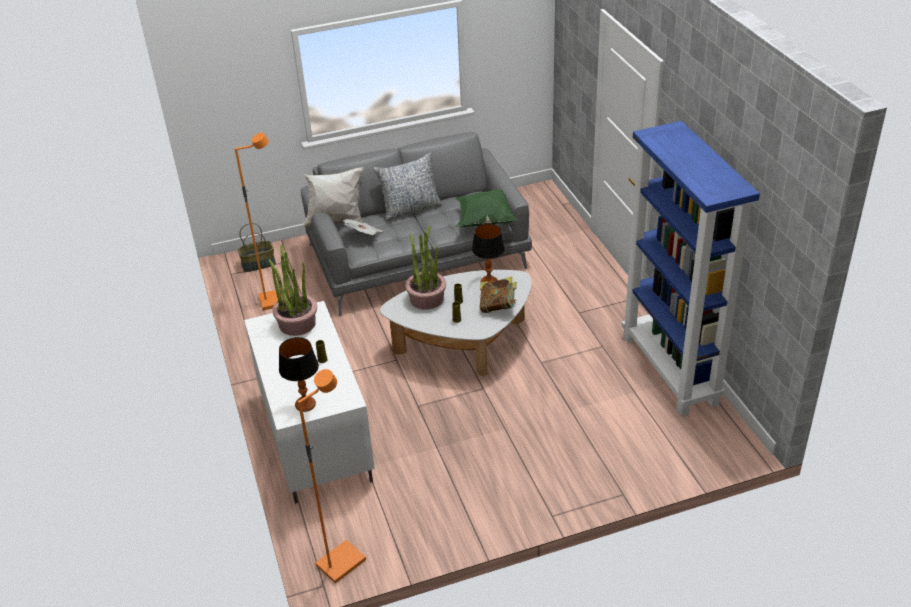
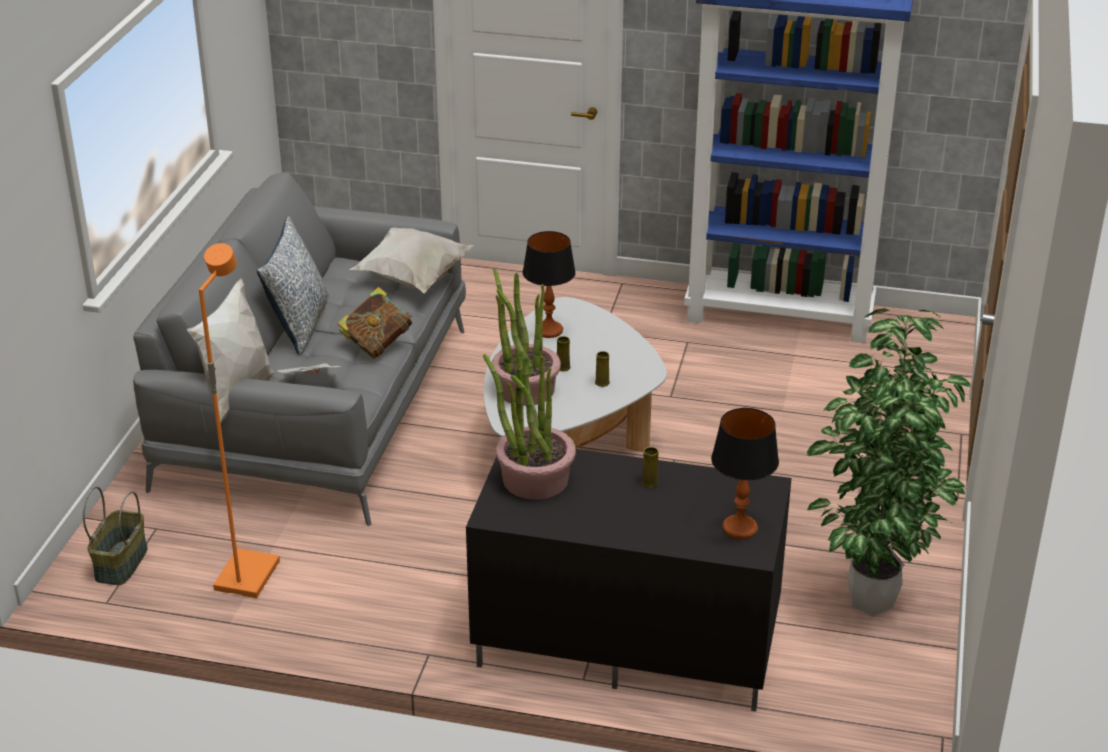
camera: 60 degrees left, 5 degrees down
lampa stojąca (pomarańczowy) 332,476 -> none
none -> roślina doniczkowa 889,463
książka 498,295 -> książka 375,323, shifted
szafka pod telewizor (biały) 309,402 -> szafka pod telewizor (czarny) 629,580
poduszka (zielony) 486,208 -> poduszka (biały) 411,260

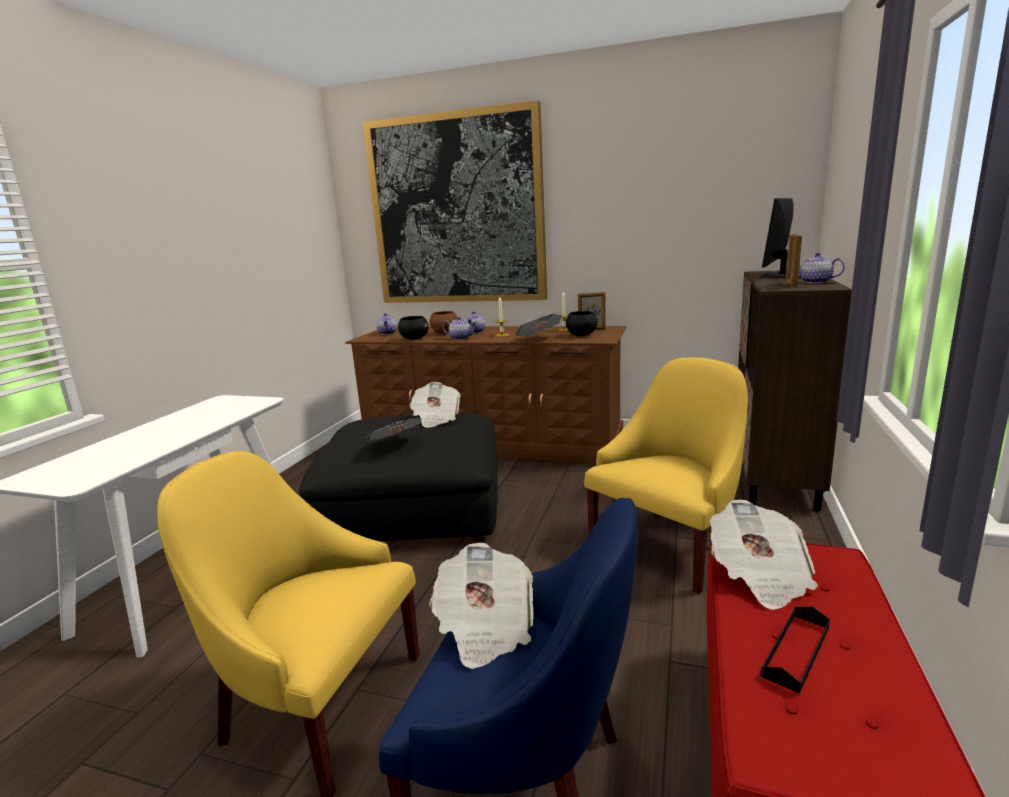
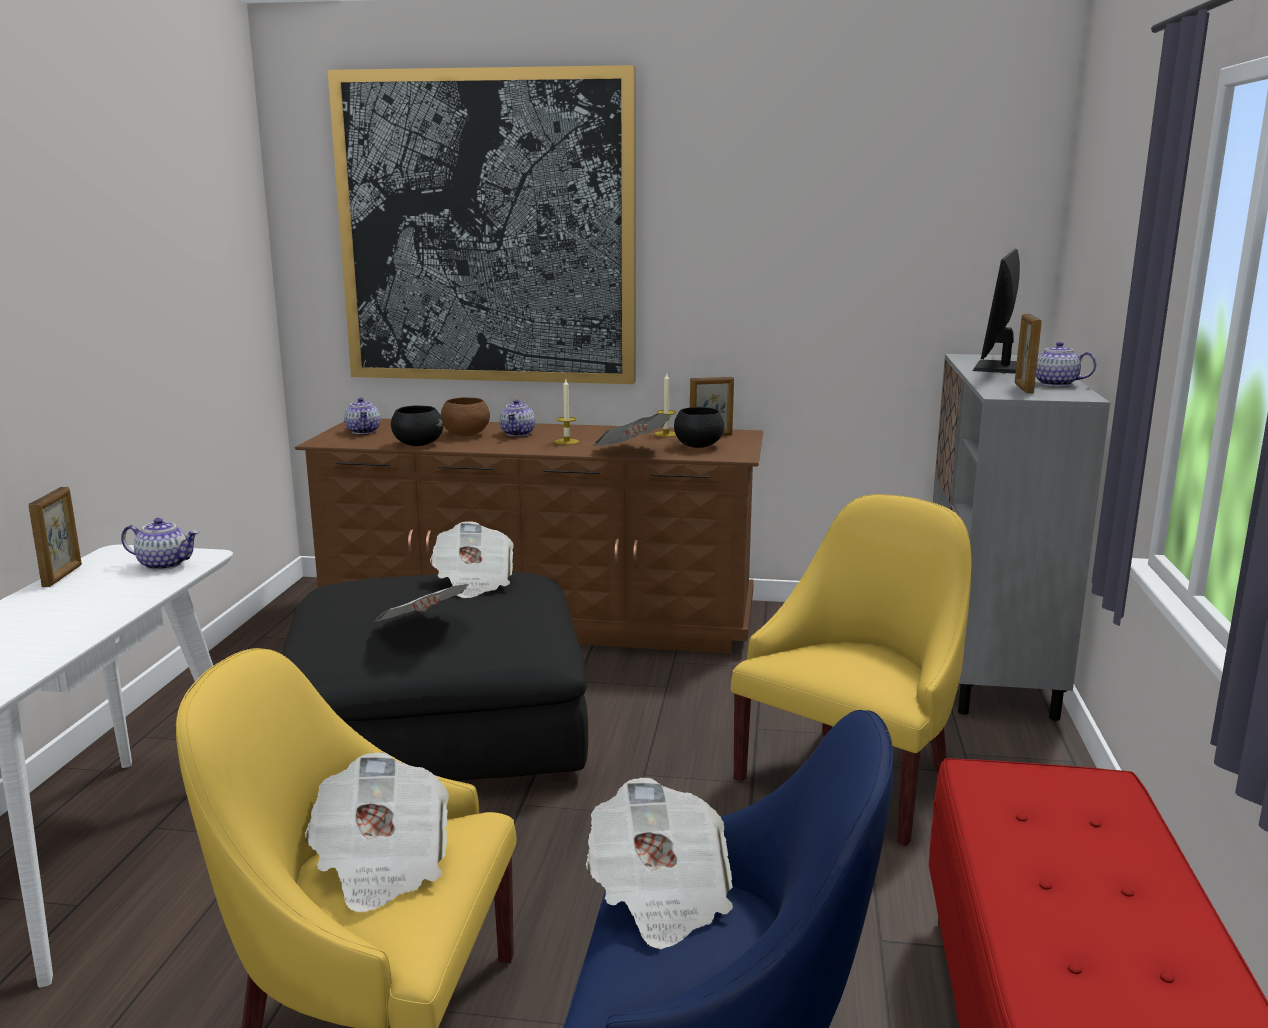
camera: 10 degrees left, 0 degrees up
taca (czarny) 795,650 -> none
none -> ramka na zdjęcie 55,537
imbryk 459,328 -> imbryk 160,544, shifted
gazeta 764,555 -> gazeta 377,832, shifted
szafka (brązowy) 795,390 -> szafka (szary) 1021,537

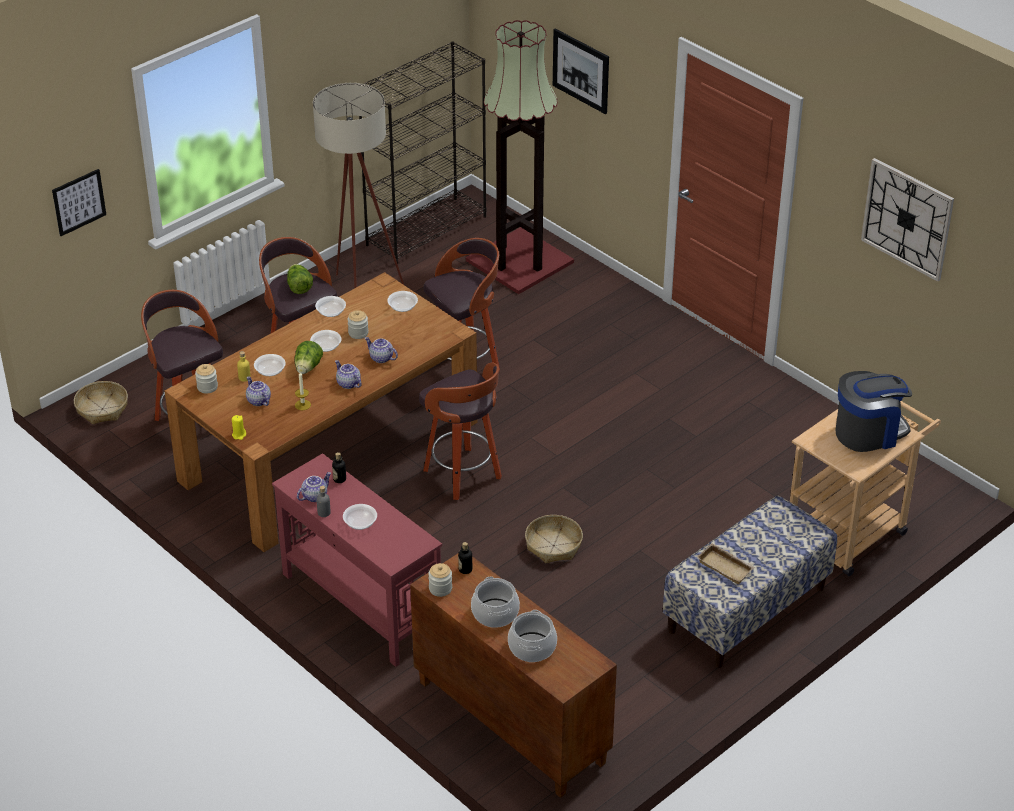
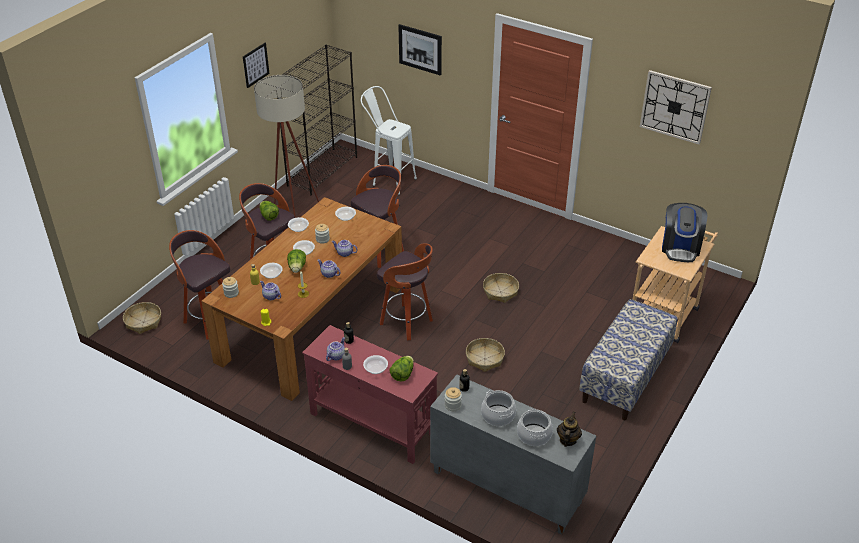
camera: 15 degrees left, 0 degrees up
taca (beżowy) 726,563 -> none
none -> sałata 401,368
none -> koszyk 501,288
none -> imbryk 569,429
obraz 79,202 -> obraz 256,65, shifted
lampa stojąca 520,157 -> stołek (biały) 389,140
szafka (brązowy) 513,676 -> szafka (szary) 513,455
ekspres do kawy 874,411 -> ekspres do kawy 684,232, 135 degrees clockwise

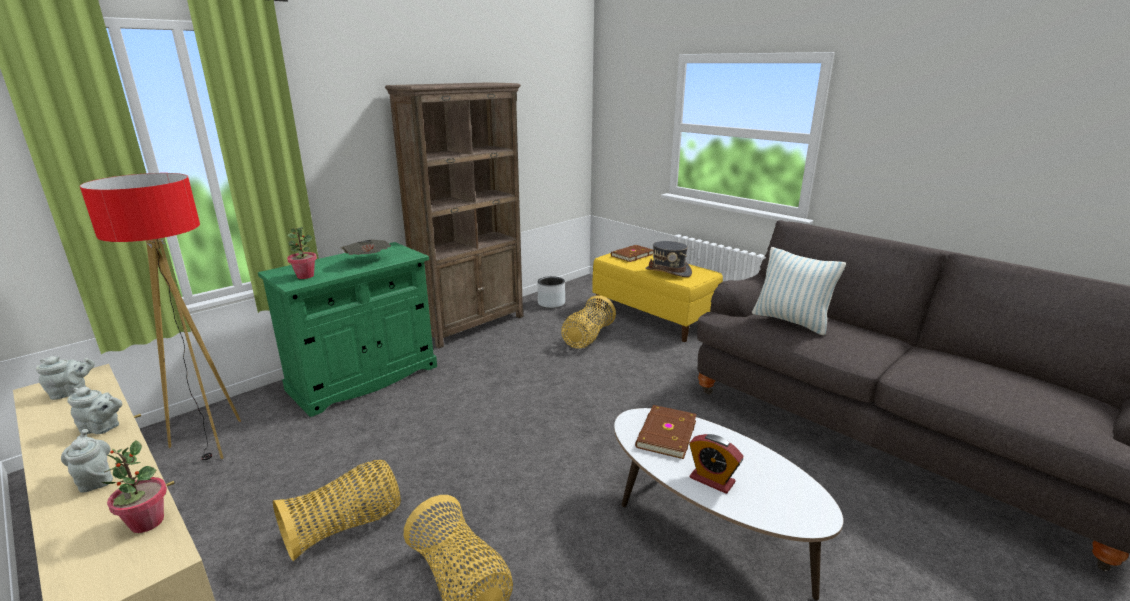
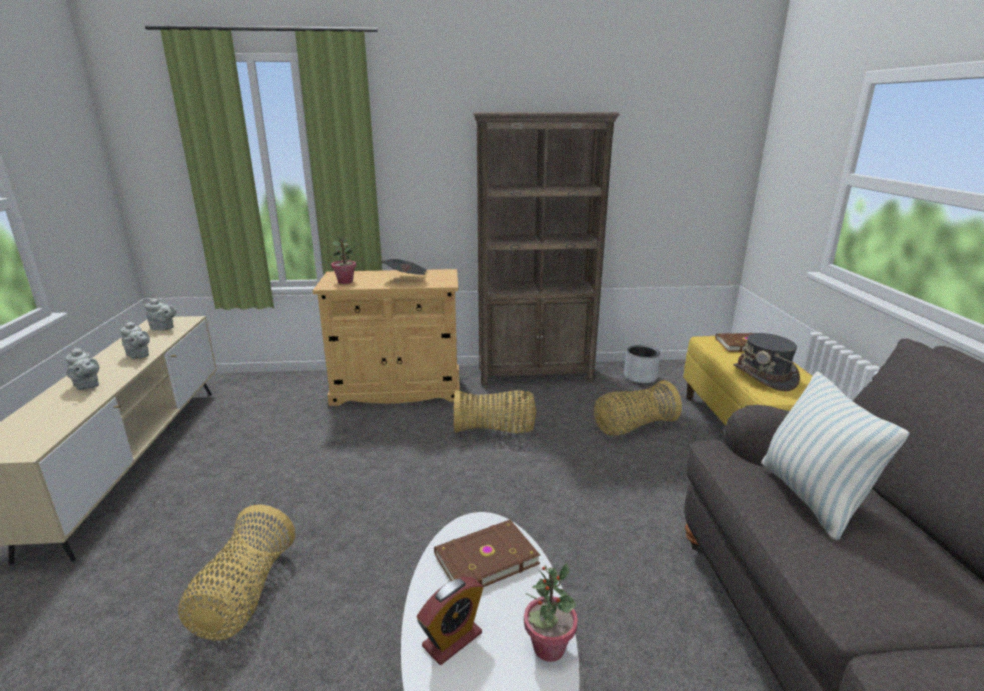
camera: 40 degrees right, 0 degrees up
lampa stojąca 160,316 -> none
roślina doniczkowa 134,486 -> roślina doniczkowa 551,613, shifted
koszyk 337,510 -> koszyk 495,411, shifted
szafka (zielony) 347,329 -> szafka (beżowy) 386,337
imbryk (szary) 87,461 -> imbryk (szary) 82,369, 135 degrees clockwise
budzik 716,464 -> budzik 450,621, 120 degrees counterclockwise

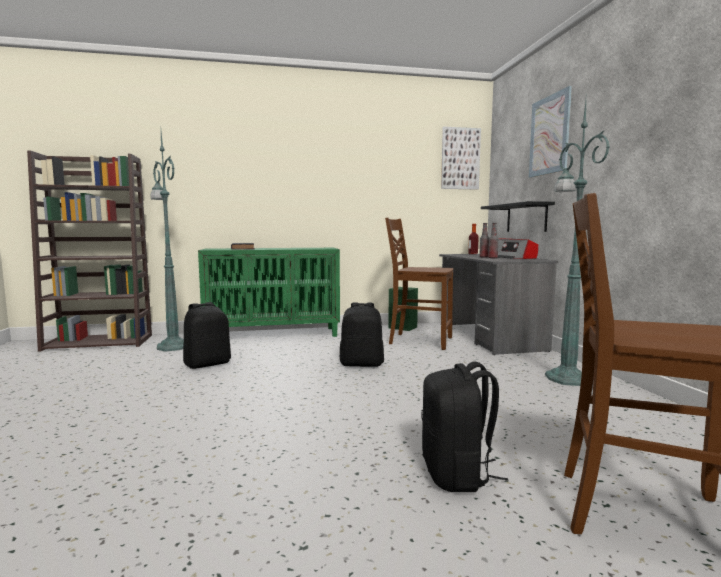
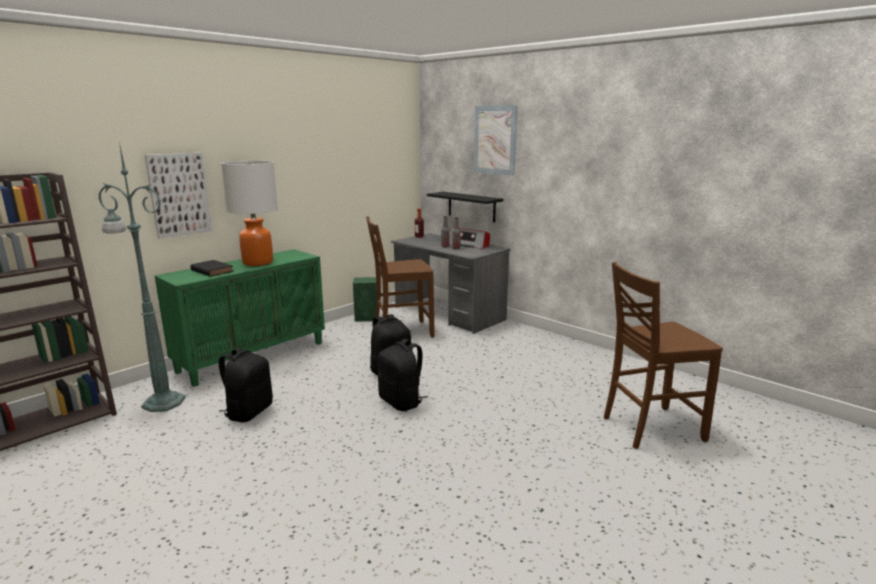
camera: 35 degrees left, 10 degrees up
lampa stojąca (zielony) 577,243 -> none
none -> lampa stołowa 249,213
plecak (czarny) 464,427 -> plecak (czarny) 403,375, shifted
obraz 461,158 -> obraz 178,196, shifted

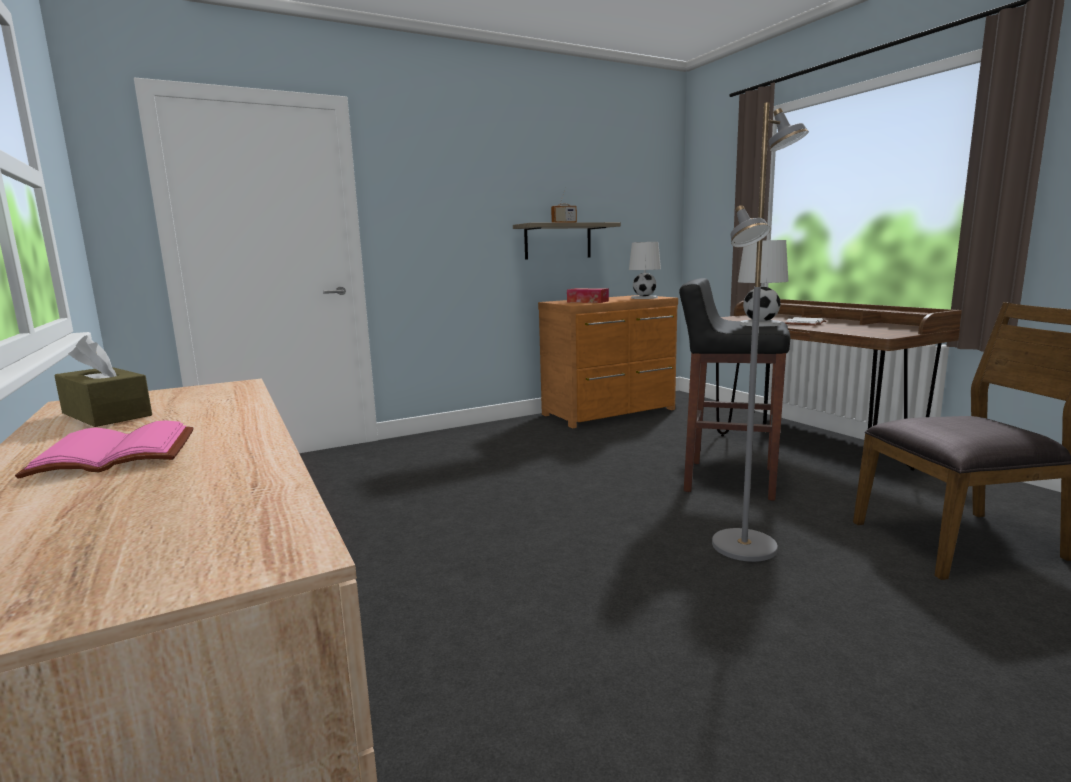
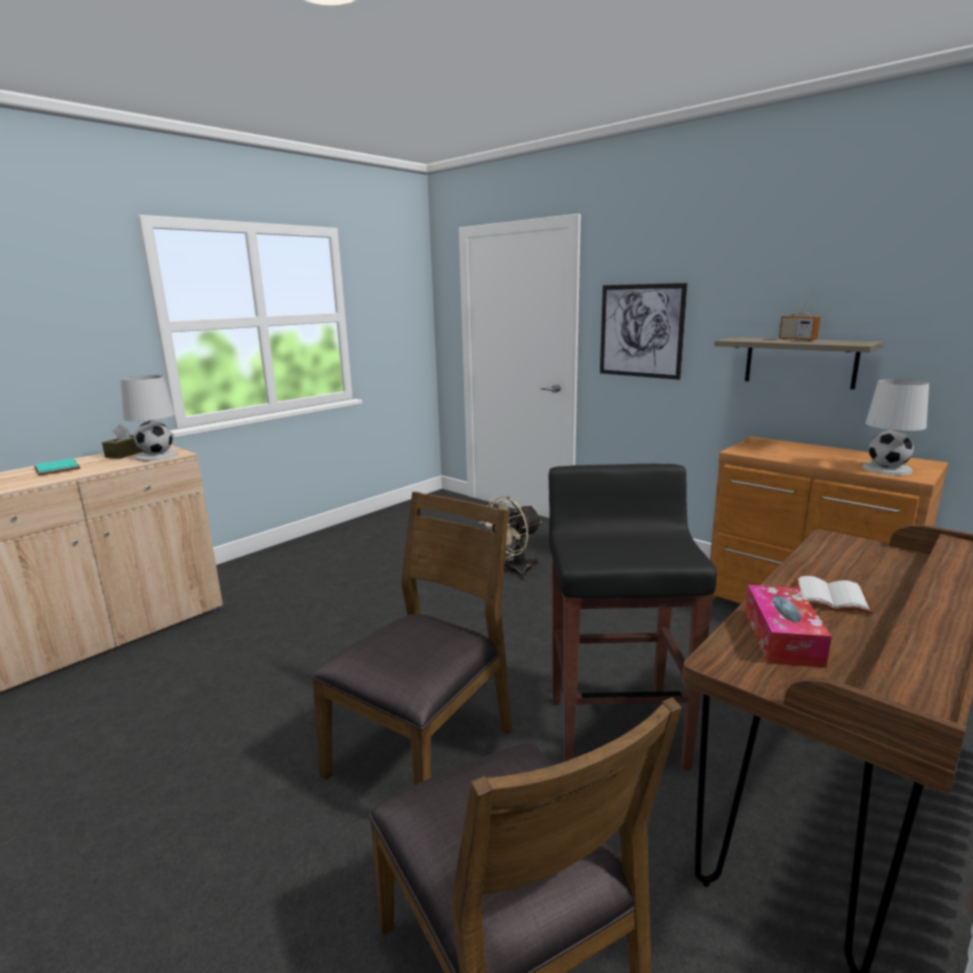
camera: 70 degrees right, 5 degrees up
none -> wentylator (beżowy) 511,537
none -> obraz 643,331
pudełko chusteczek 588,295 -> pudełko chusteczek 788,626, shifted
lampa stołowa (biały) 763,283 -> lampa stołowa (biały) 149,418, shifted
lampa stojąca (szary) 760,332 -> krzesło (brązowy) 411,638
książka (różowy) 104,449 -> książka (turkusowy) 57,467

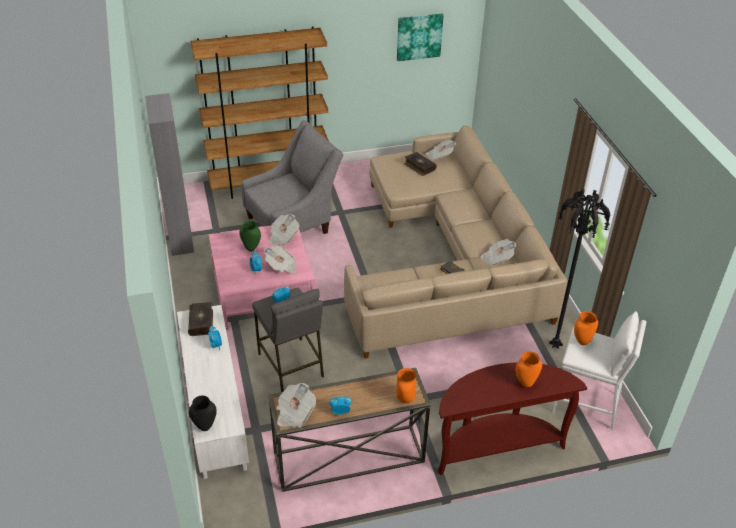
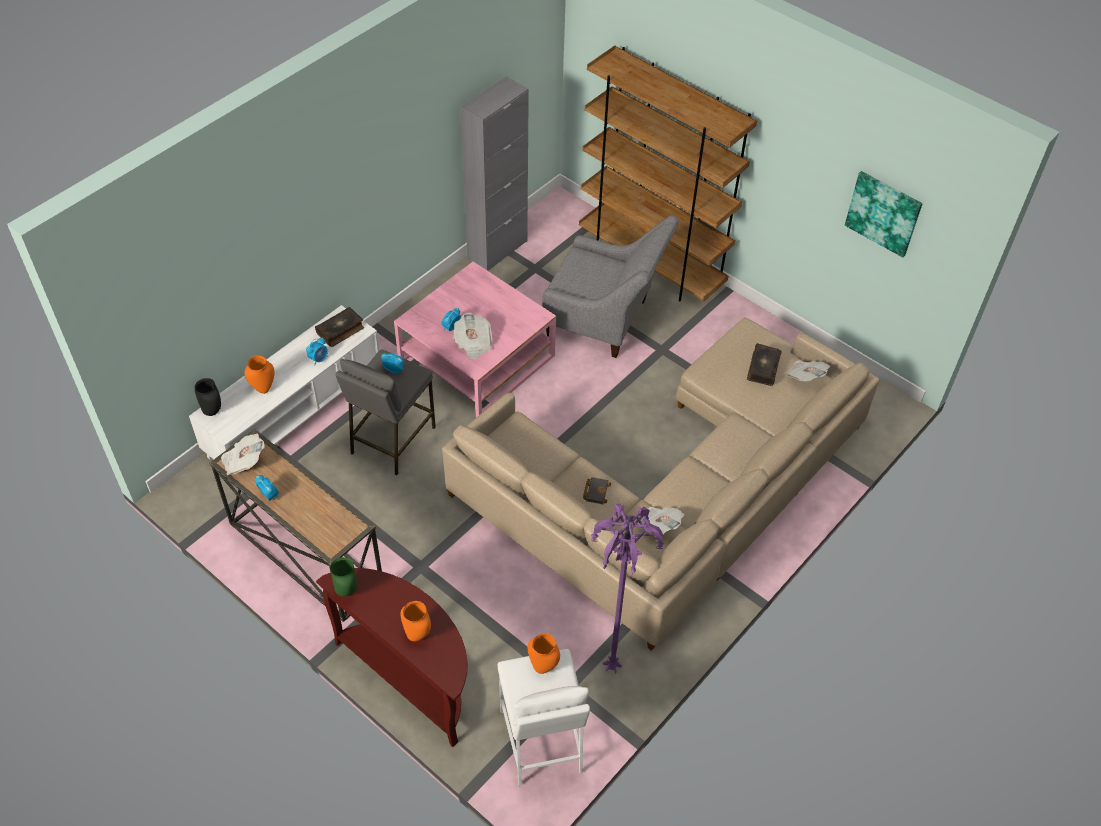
camera: 55 degrees right, 10 degrees up
gazeta 283,230 -> none
wazon (zielony) 250,236 -> wazon (zielony) 344,577, shifted
wazon (pomarańczowy) 406,386 -> wazon (pomarańczowy) 260,375, shifted
lampa stojąca (czarny) 579,269 -> lampa stojąca (fioletowy) 628,588

